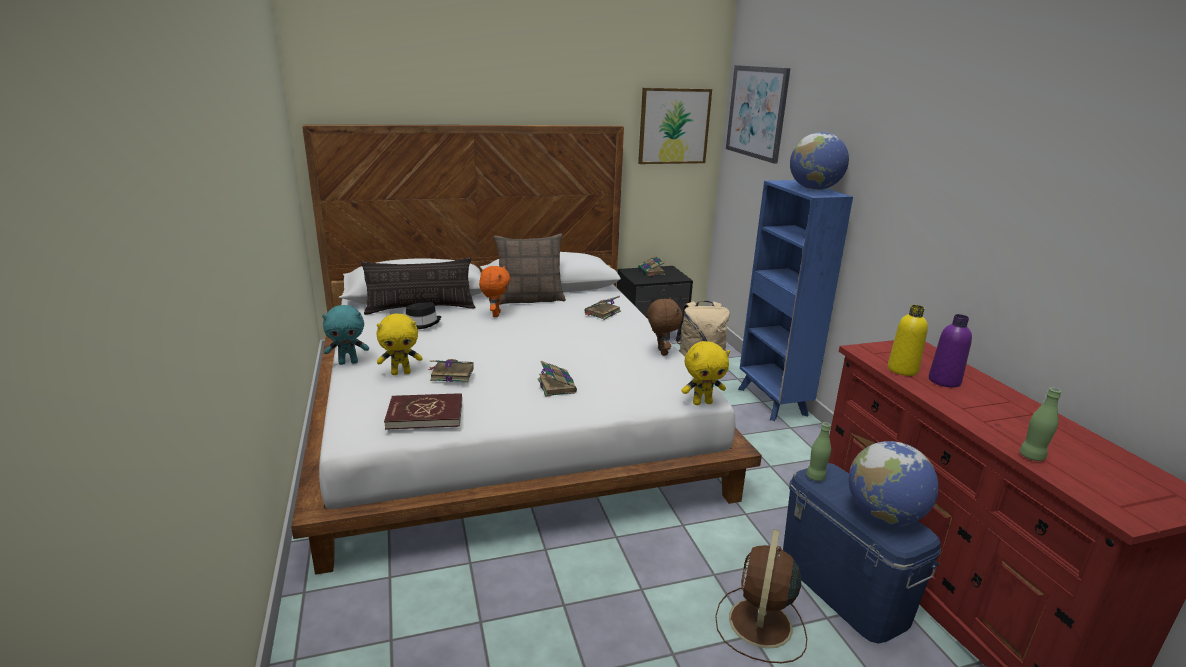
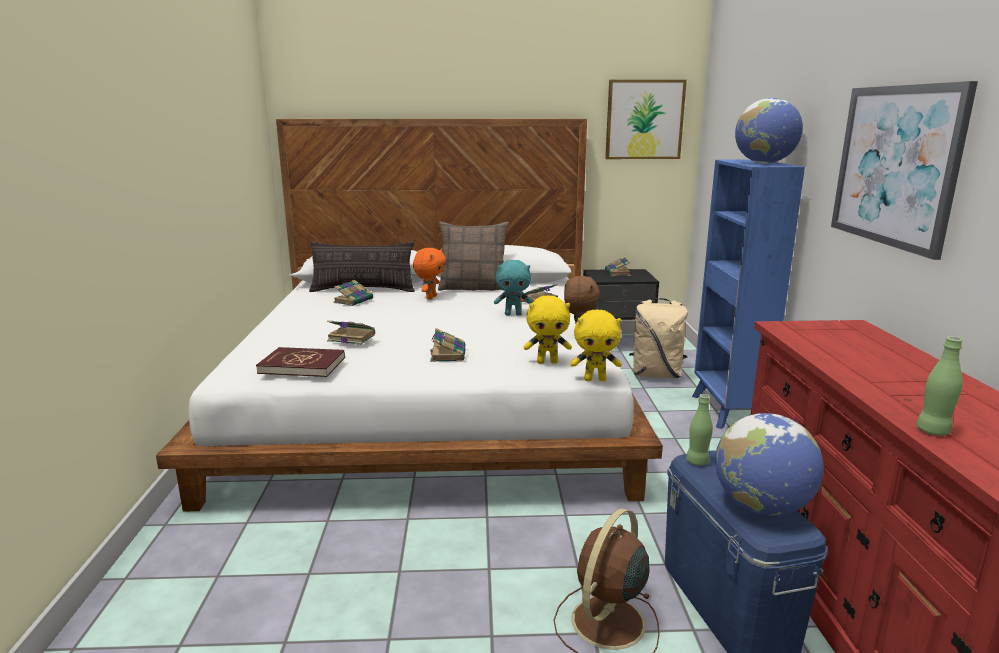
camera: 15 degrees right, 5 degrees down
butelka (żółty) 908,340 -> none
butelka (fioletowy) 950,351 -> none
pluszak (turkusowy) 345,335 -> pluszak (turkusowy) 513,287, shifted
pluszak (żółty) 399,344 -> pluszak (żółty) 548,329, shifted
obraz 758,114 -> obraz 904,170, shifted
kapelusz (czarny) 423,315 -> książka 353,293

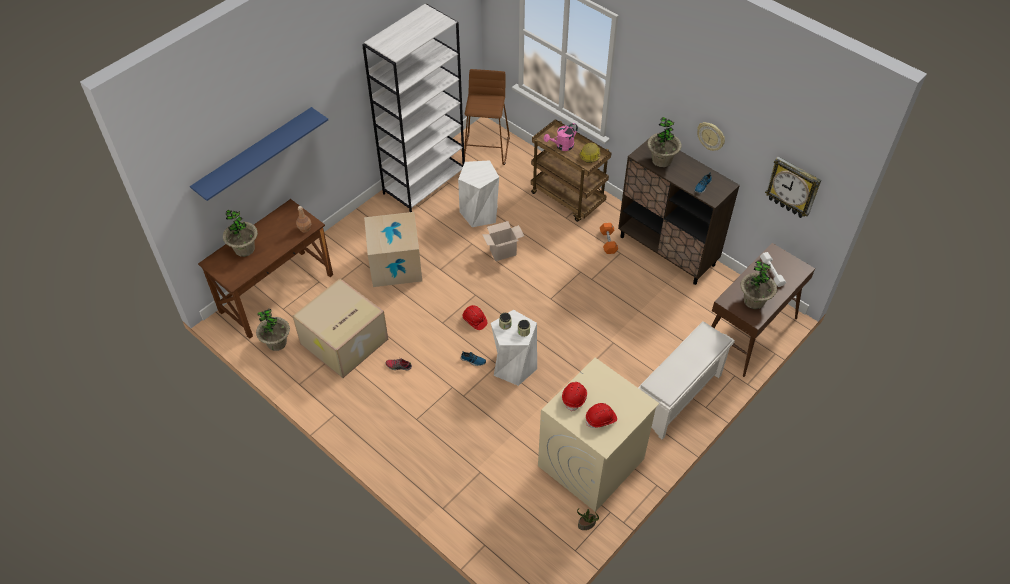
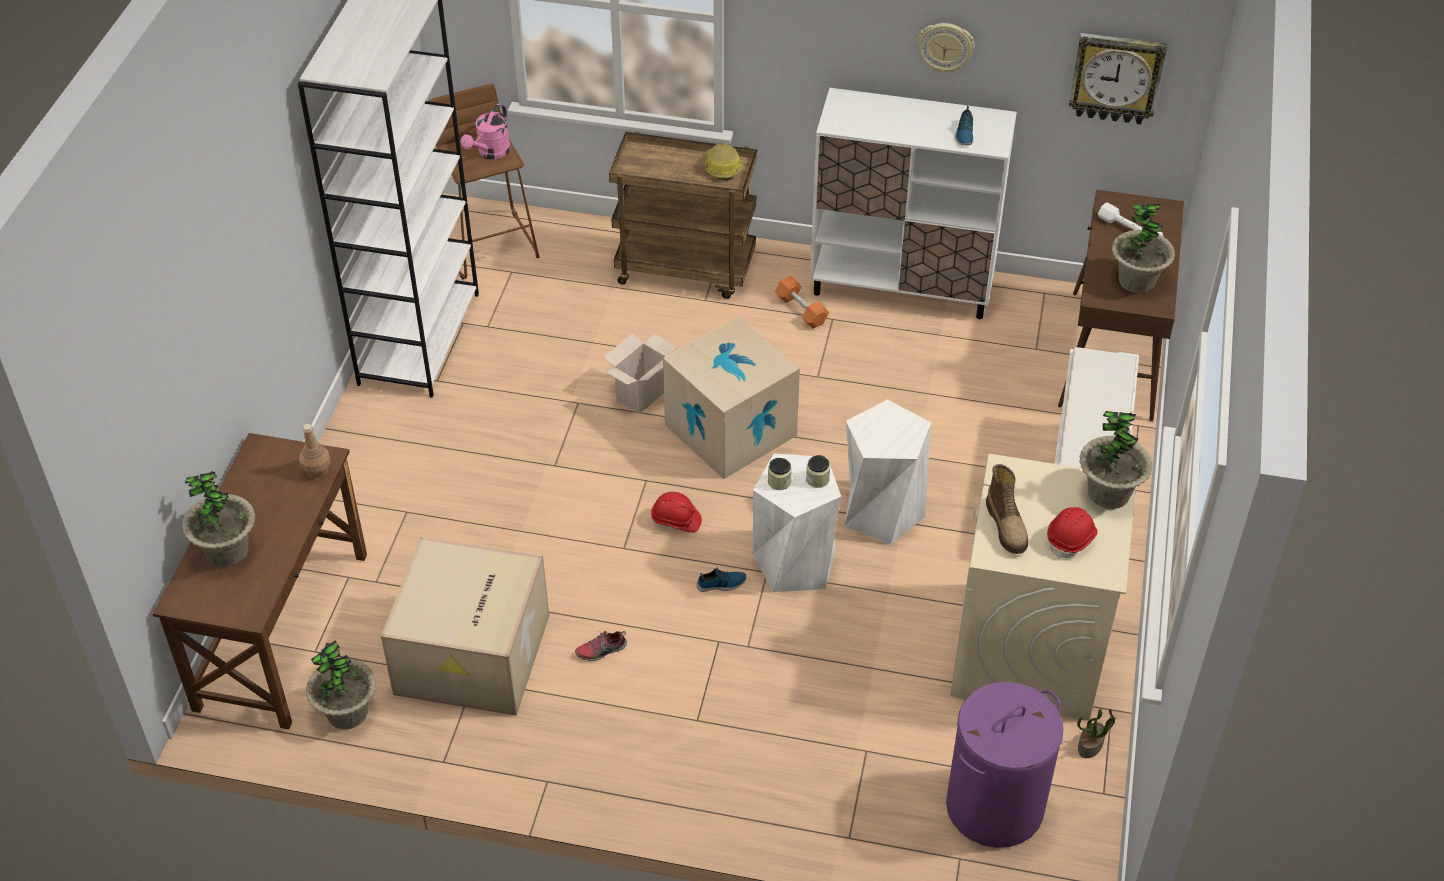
camera: 30 degrees left, 5 degrees down
półka (niebieski) 259,154 -> none
none -> kosz na pranie (fioletowy) 1005,765
karton 393,249 -> karton 731,398, shifted
stołek (biały) 478,193 -> stołek (biały) 887,472, shifted
konewka (różowy) 561,137 -> konewka (różowy) 486,131, shifted
roślina doniczkowa 664,142 -> roślina doniczkowa 1115,460, shifted
kask (czerwony) 574,397 -> but z cholewką 1007,509
szafka (brązowy) 679,212 -> szafka (biały) 913,203

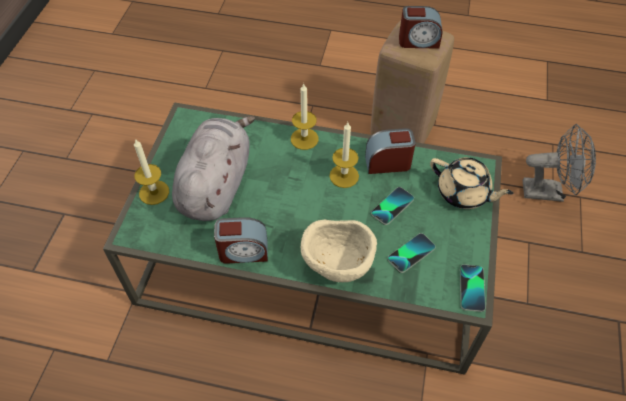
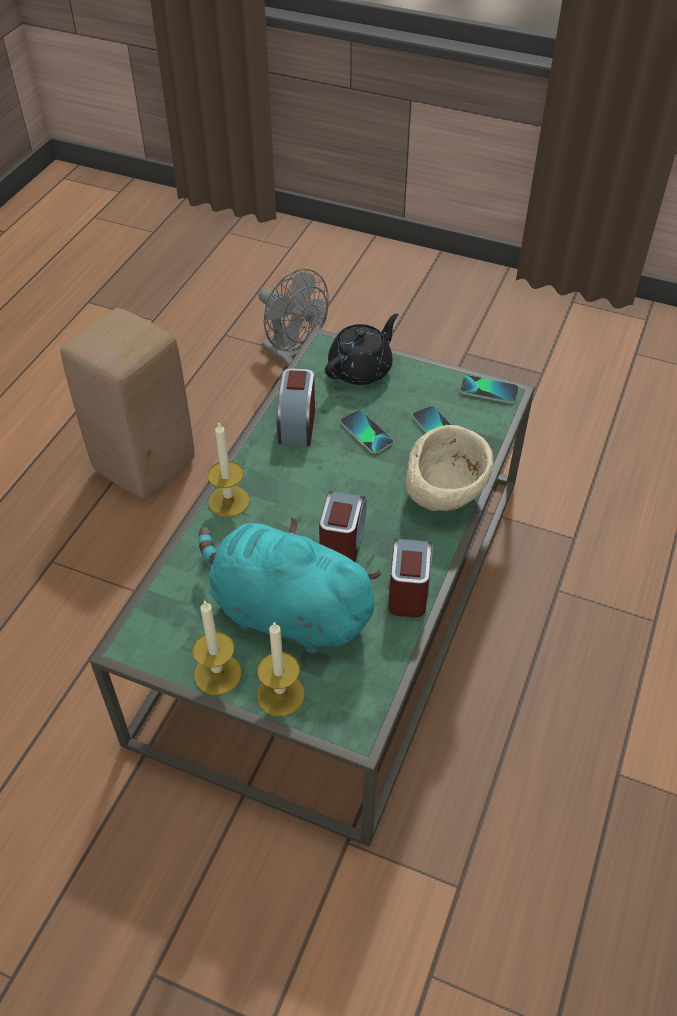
camera: 80 degrees left, 5 degrees down
świeca 344,155 -> świeca 216,647, shifted
budzik 420,27 -> budzik 343,526, shifted
pluszak (szary) 213,168 -> pluszak (turkusowy) 289,585
imbryk (beżowy) 471,183 -> imbryk (czarny) 361,349
wentylator (szary) 559,163 -> wentylator (szary) 293,317, 120 degrees clockwise

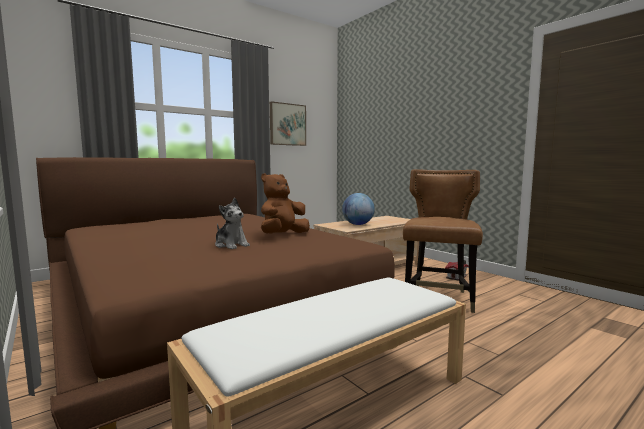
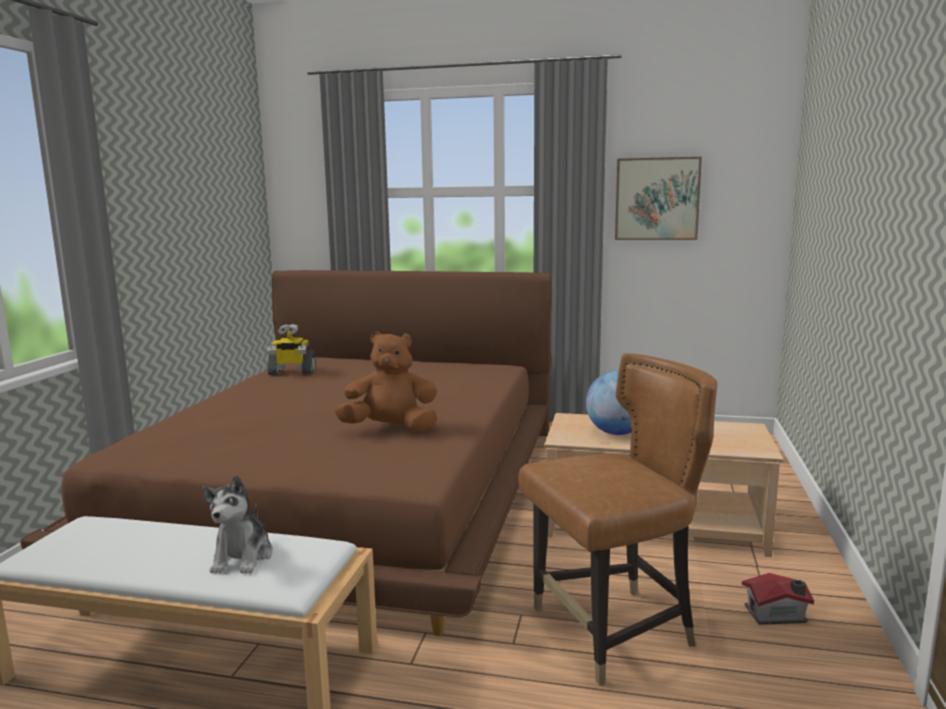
camera: 50 degrees right, 5 degrees up
none -> robot zabawkowy 291,349
pluszak 232,223 -> pluszak 237,524, shifted

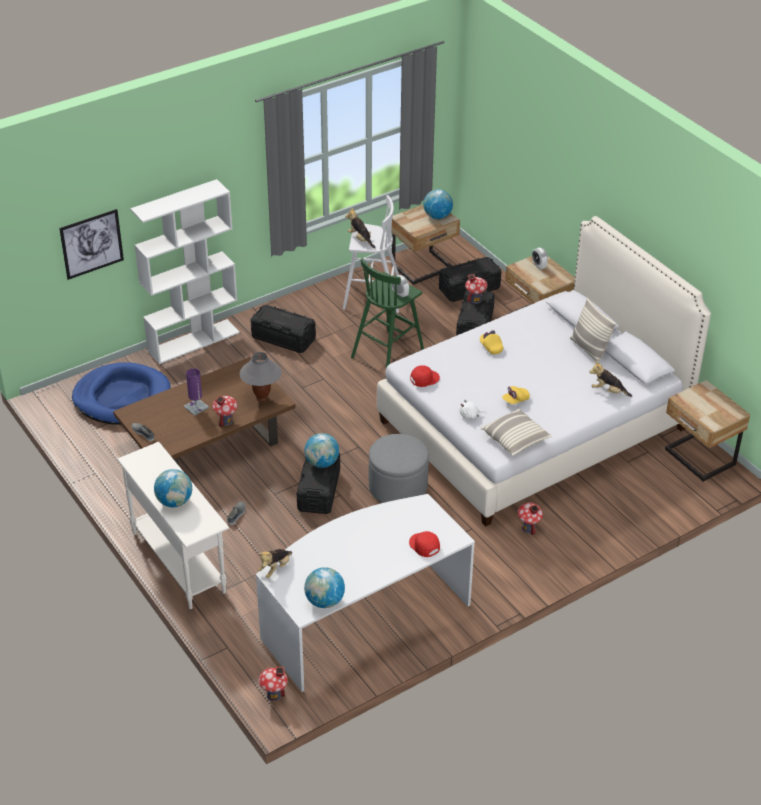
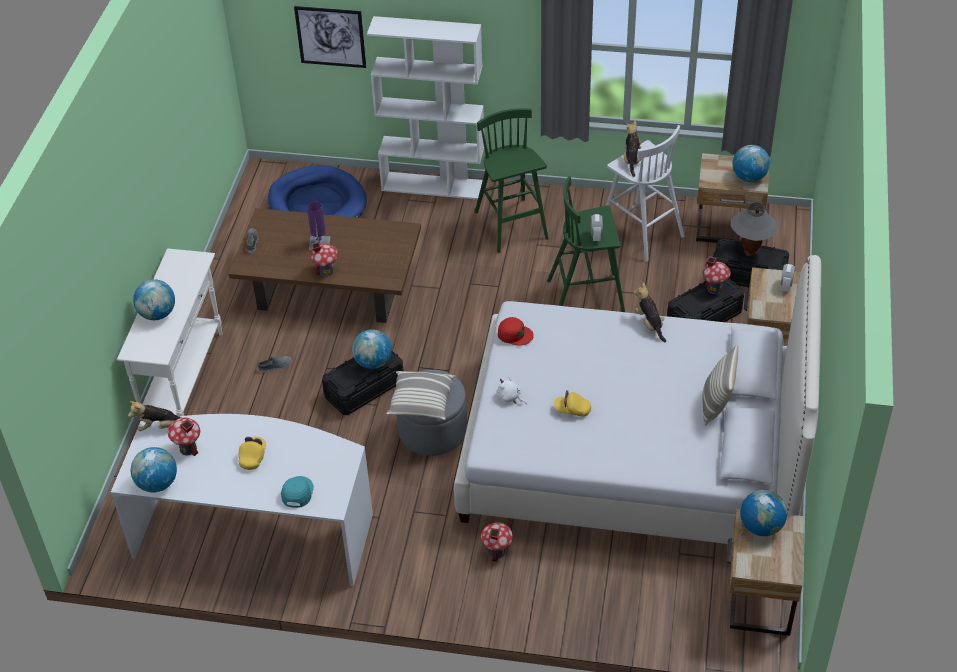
camera: 45 degrees right, 5 degrees up
none -> globus 763,513
lampa stołowa (szary) 260,377 -> lampa stołowa (szary) 754,229, shifted
domek 273,683 -> domek 184,437, shifted
czapka z daszkiem (żółty) 491,342 -> czapka z daszkiem (żółty) 252,453, shifted
poduszka 516,432 -> poduszka 421,395, shifted
pluszak 610,379 -> pluszak 650,312, shifted
pojemnik do przechowywania (czarny) 283,329 -> stołek (zielony) 512,180
czapka z daszkiem (czerwony) 424,544 -> czapka z daszkiem (turkusowy) 297,492

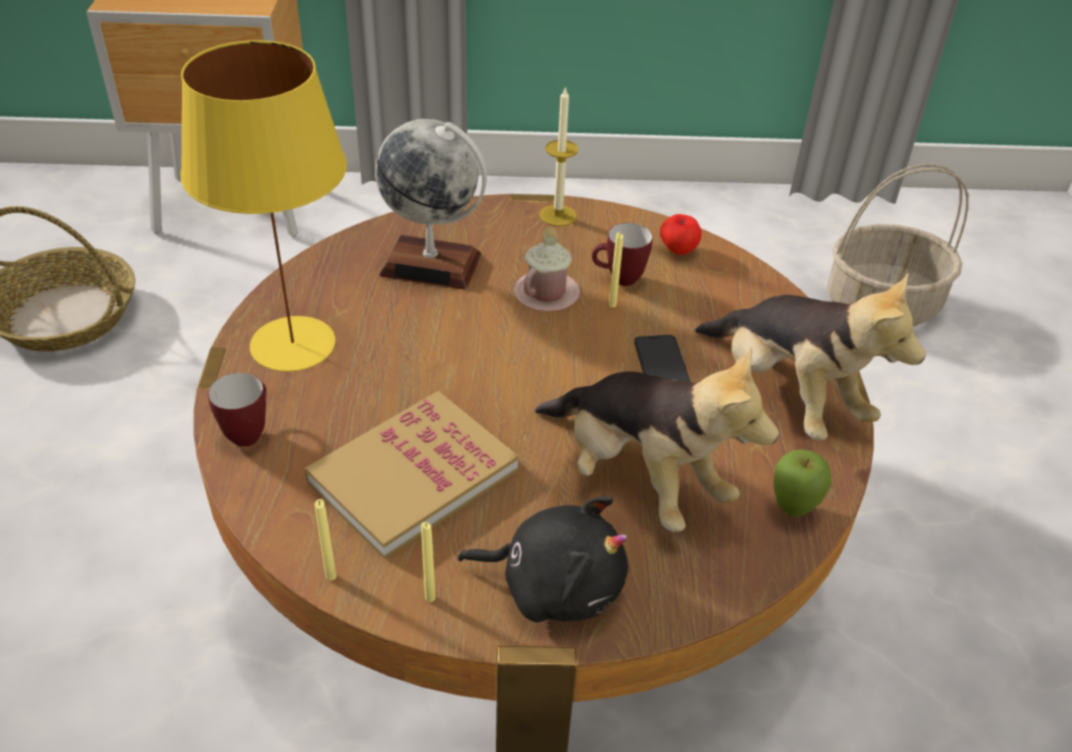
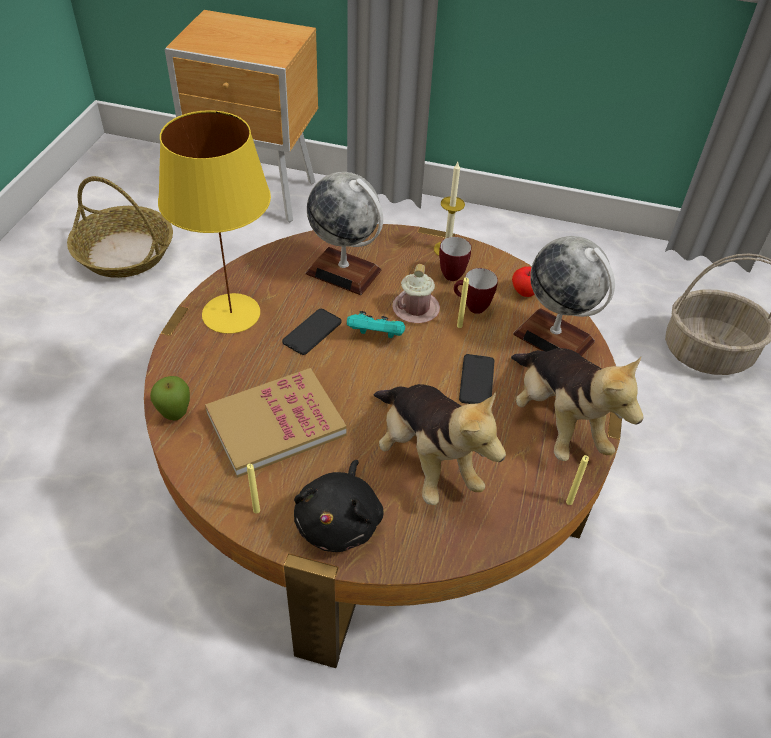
camera: 15 degrees right, 5 degrees up
none -> telefon 312,332
none -> pad do gier (turkusowy) 376,324
none -> globus 564,296
kubek 237,410 -> kubek 455,259, shifted
świeca (żółty) 325,540 -> świeca (żółty) 577,480, shifted
jabłko 802,483 -> jabłko 170,398, shifted
pluszak (czarny) 542,559 -> pluszak (czarny) 339,506, 75 degrees clockwise

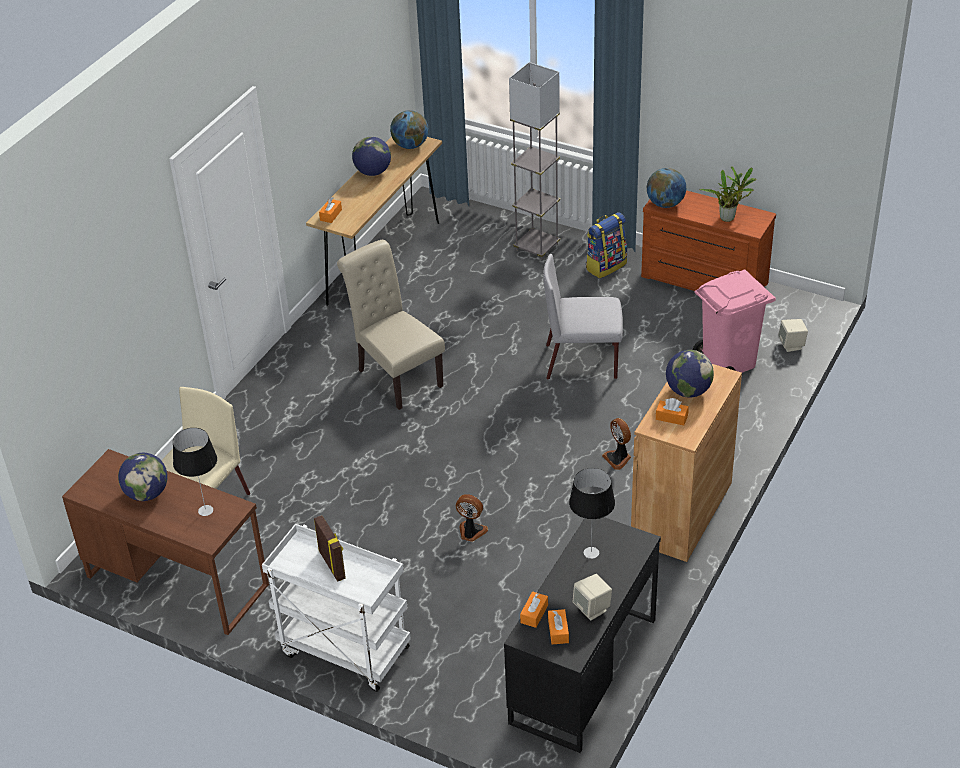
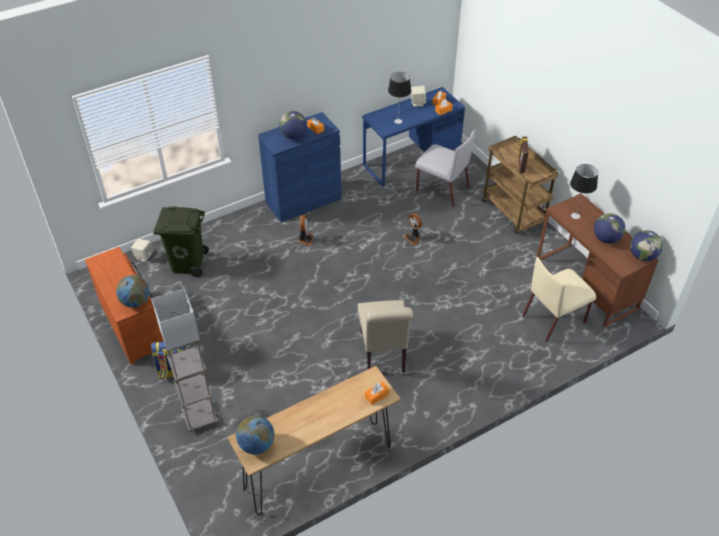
camera: 150 degrees left, 5 degrees up
roślina doniczkowa 728,194 -> none
globus 371,156 -> globus 646,245, shifted
krzesło (szary) 583,317 -> krzesło (szary) 445,168, shifted
wózek (biały) 336,607 -> wózek (brązowy) 520,185
biurko (czarny) 582,635 -> biurko (niebieski) 413,137
szafka (brązowy) 686,463 -> szafka (niebieski) 299,167
kosz na śmieci (różowy) 734,321 -> kosz na śmieci (zielony) 181,241

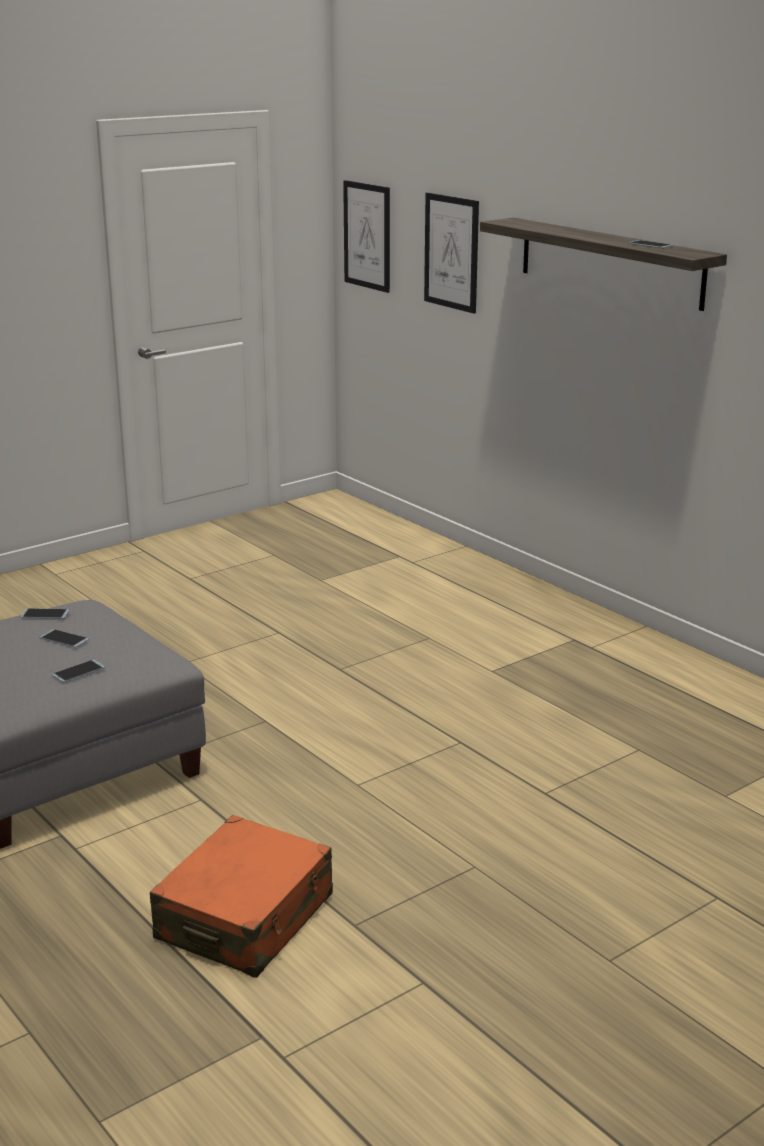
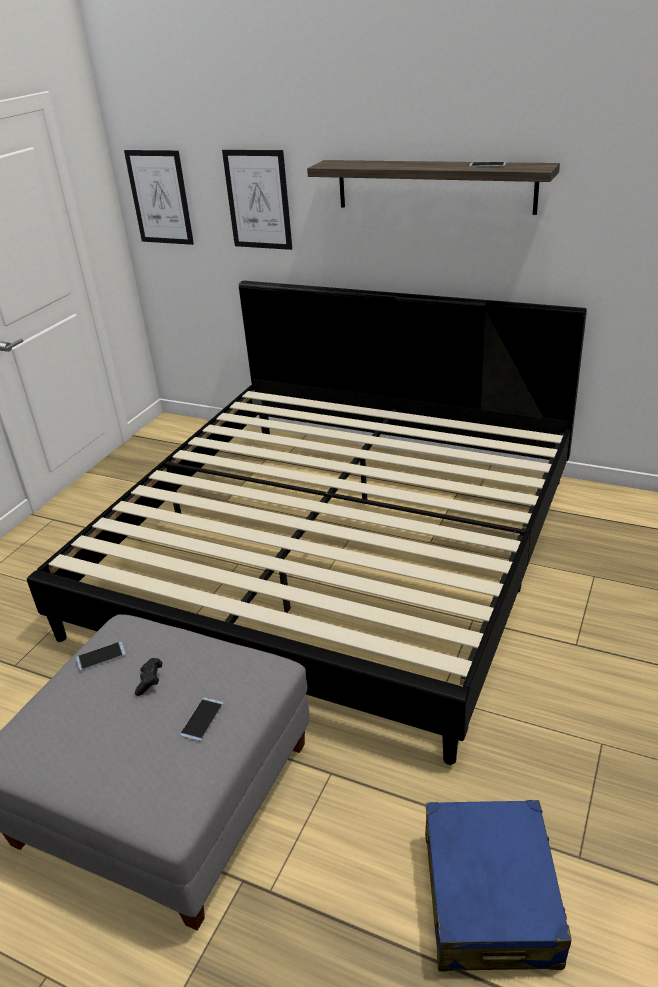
camera: 25 degrees left, 10 degrees up
none -> łóżko 307,523
telefon 64,638 -> pad do gier (czarny) 148,677
walizka (pomarańczowy) 241,896 -> walizka (niebieski) 498,886

